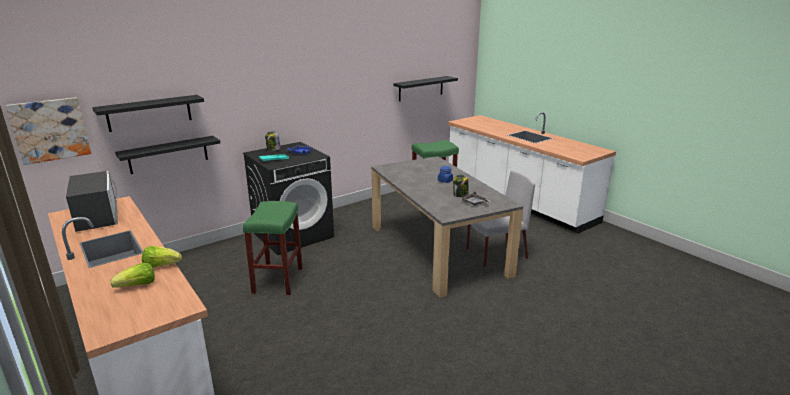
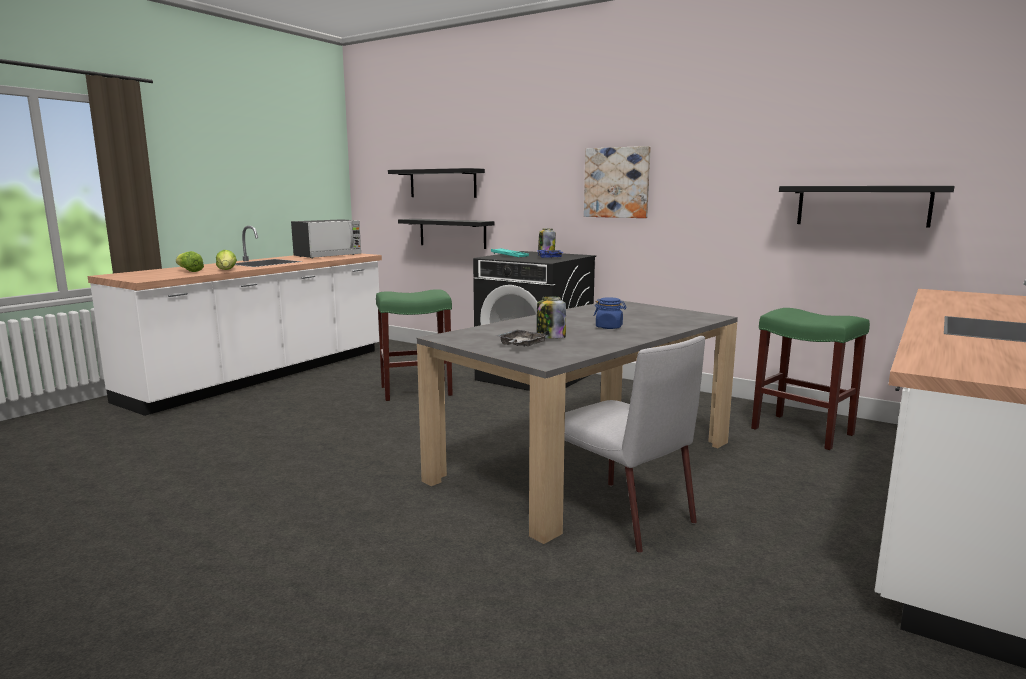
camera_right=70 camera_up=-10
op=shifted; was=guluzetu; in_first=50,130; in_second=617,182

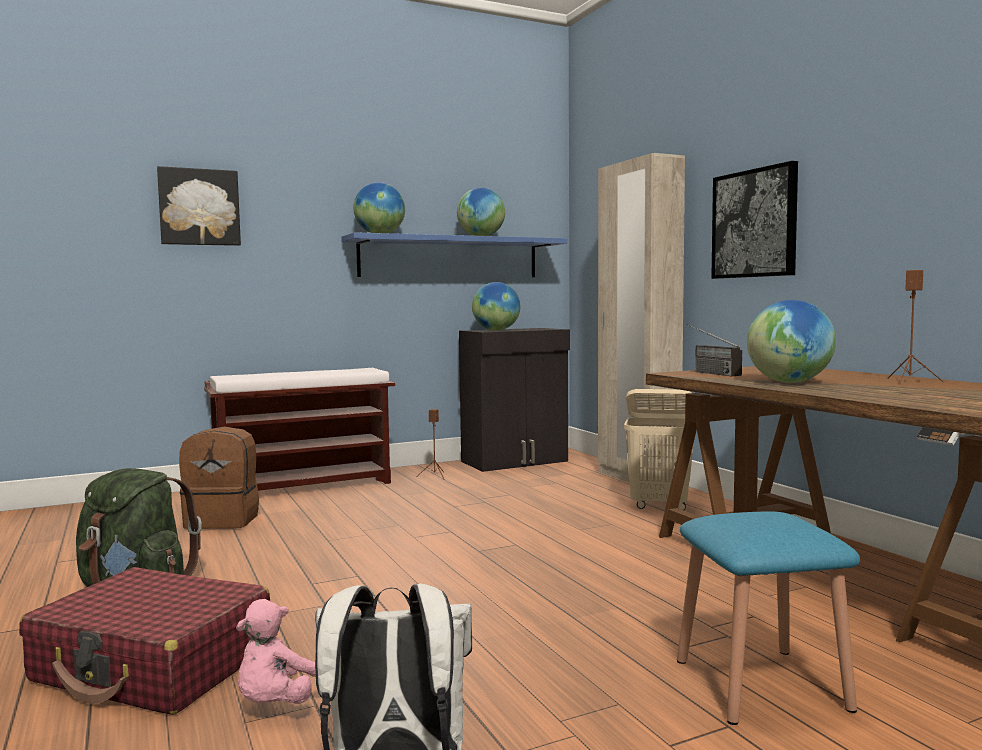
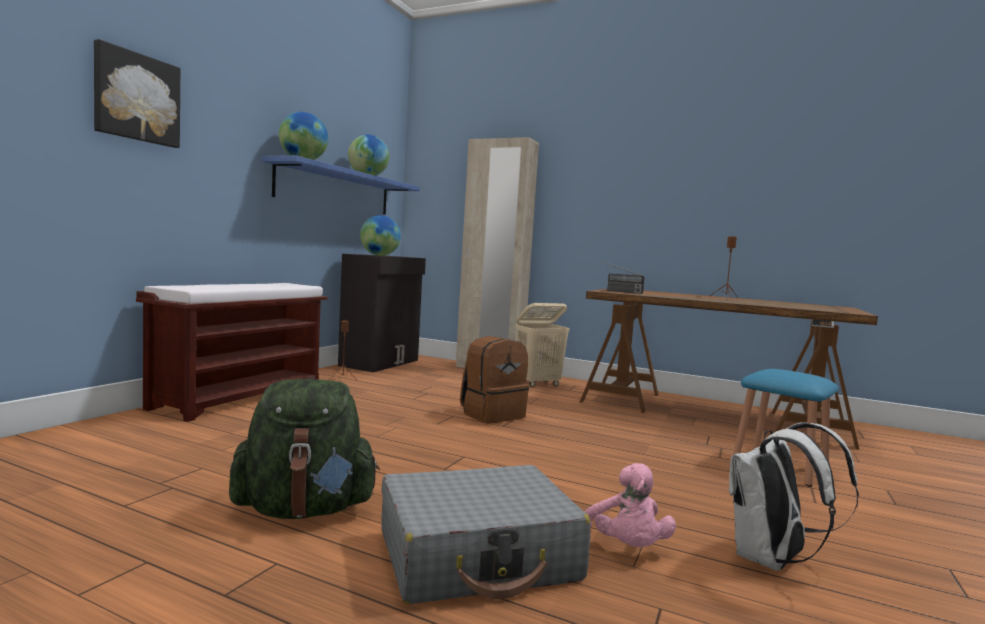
camera_right=-40 camera_up=0
op=repainted; was=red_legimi; now=grey_legimi; in_first=154,665; in_second=478,556
op=shifted; was=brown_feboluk; in_first=224,520; in_second=492,414
op=gone; was=guluzetu; in_first=754,224
op=gone; was=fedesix; in_first=790,382

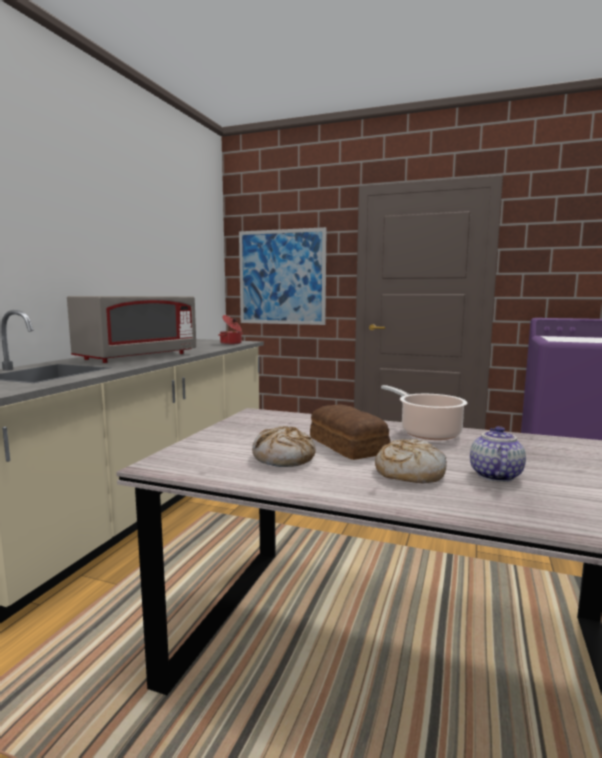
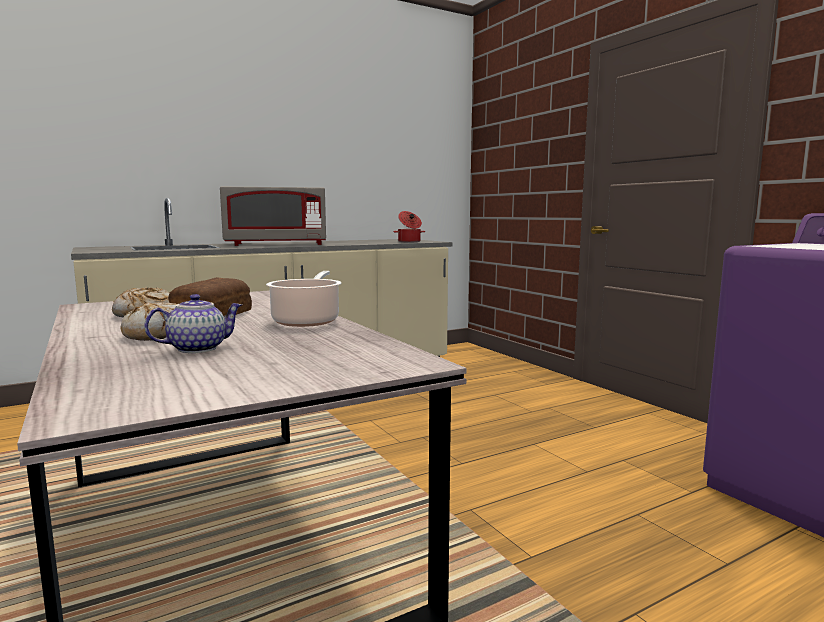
camera_right=40 camera_up=0
op=gone; was=guluzetu; in_first=281,277

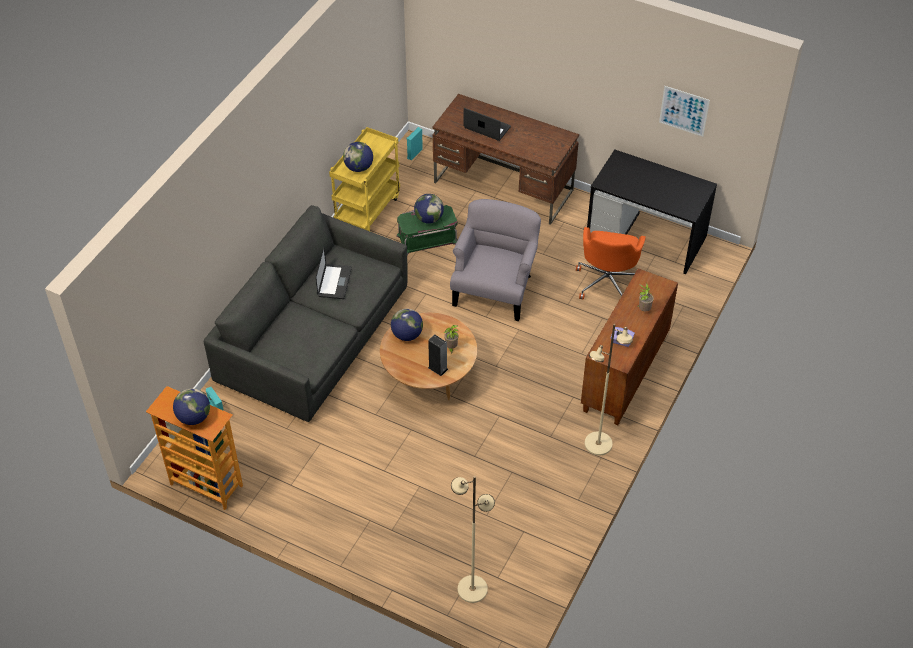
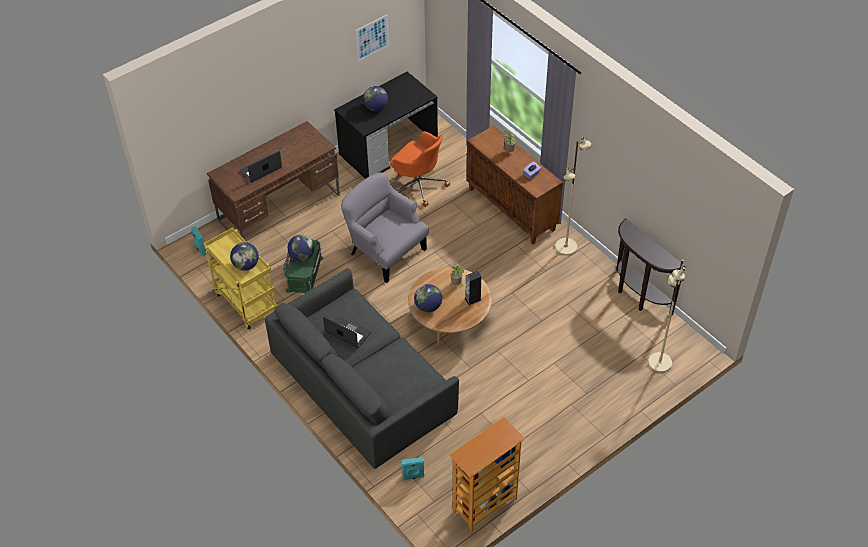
camera_right=-65 camera_up=0
op=shifted; was=fedesix; in_first=194,417; in_second=376,108
op=new; now=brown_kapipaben; in_second=637,296

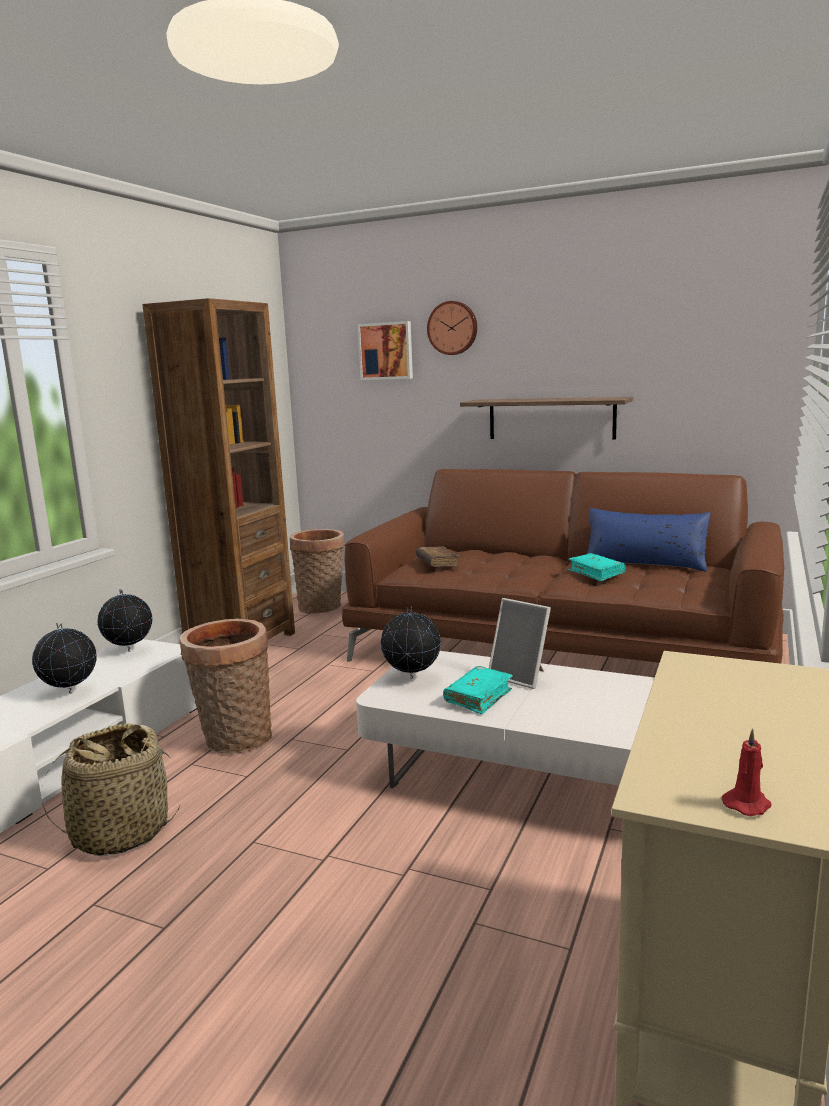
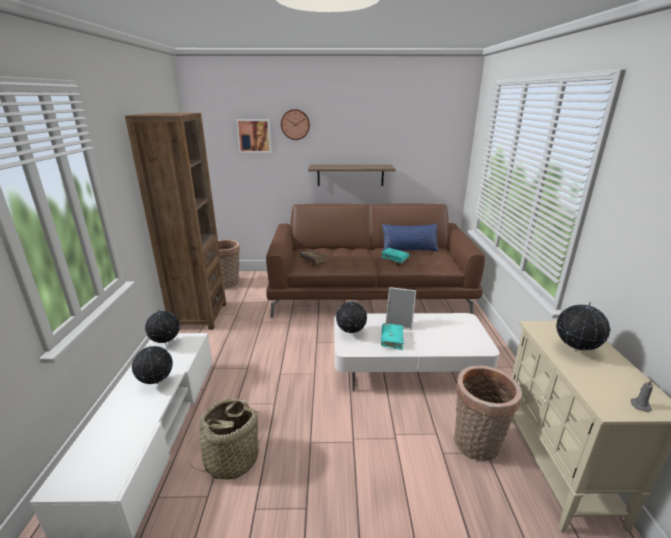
camera_right=-25 camera_up=10
op=shifted; was=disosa; in_first=235,741; in_second=476,446
op=new; now=fedesix; in_second=574,351
op=repainted; was=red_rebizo; now=grey_rebizo; in_first=747,804; in_second=639,405

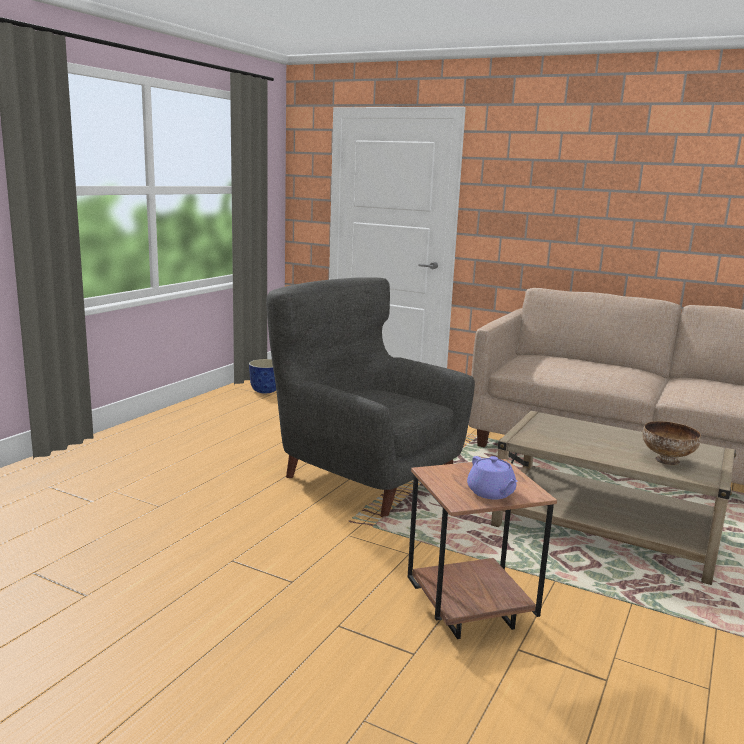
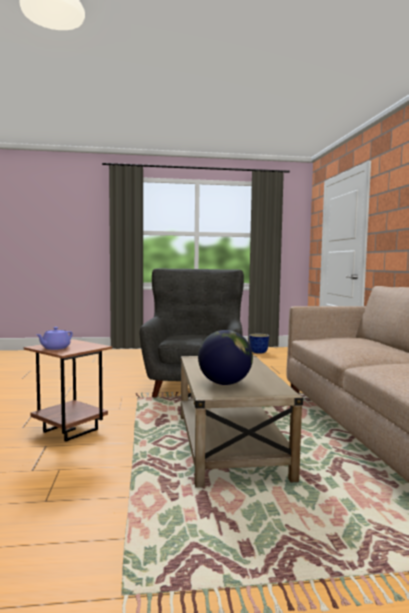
camera_right=55 camera_up=-10
op=swapped; was=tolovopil; now=fedesix; in_first=666,460; in_second=224,383

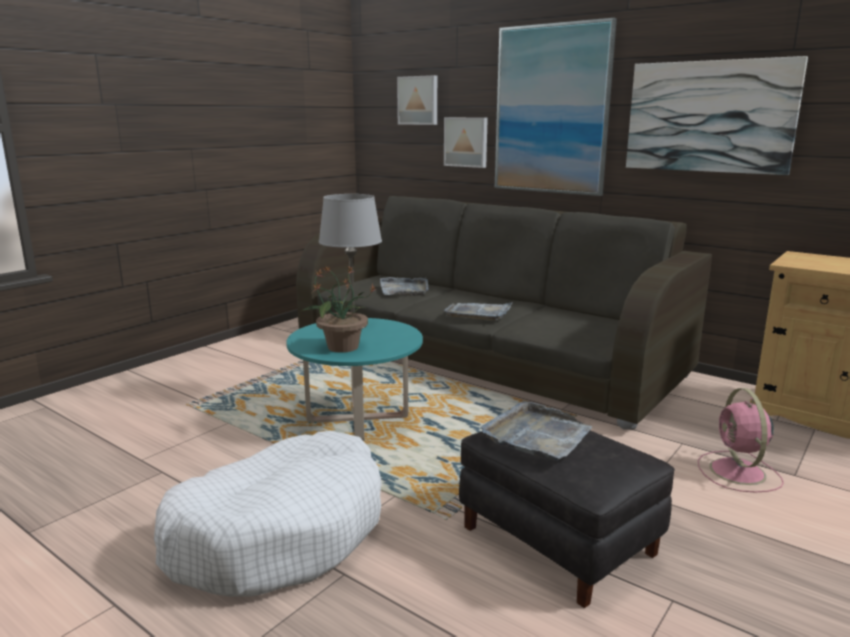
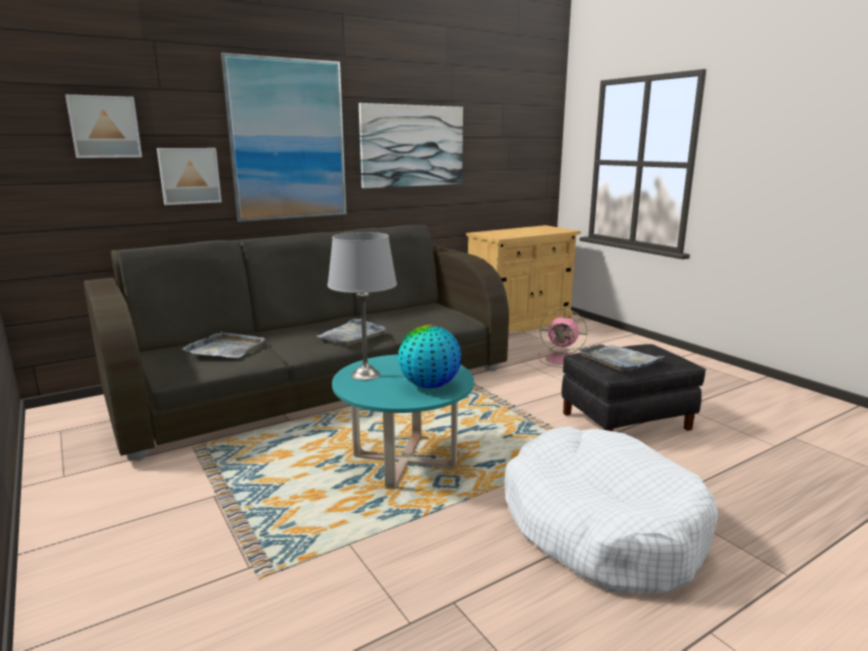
camera_right=-70 camera_up=0
op=swapped; was=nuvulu; now=fedesix; in_first=341,347; in_second=429,385

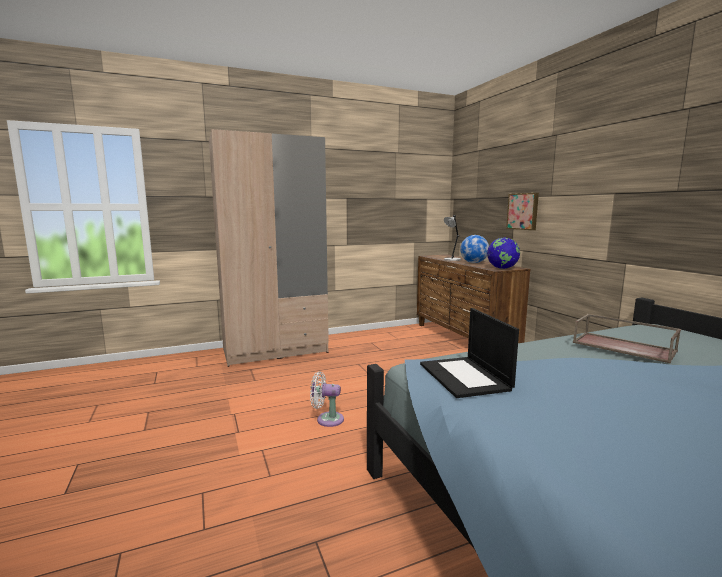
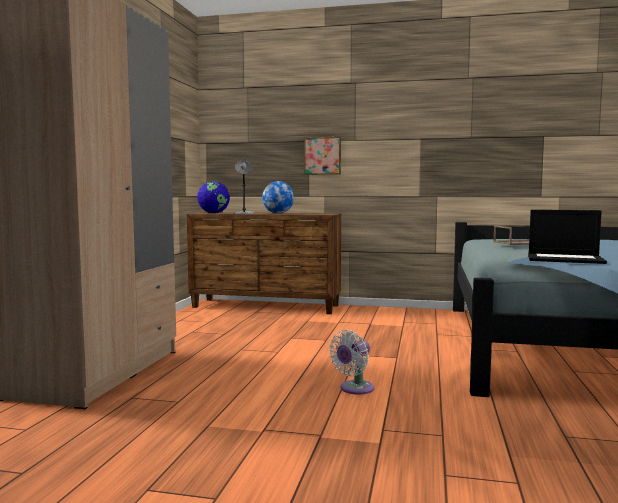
camera_right=-55 camera_up=-5
op=shifted; was=fedesix; in_first=502,268; in_second=214,213

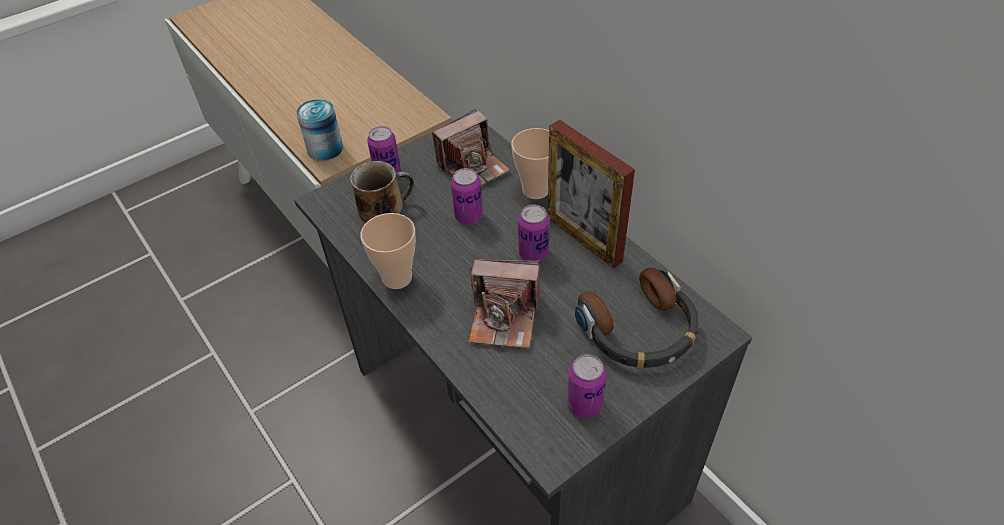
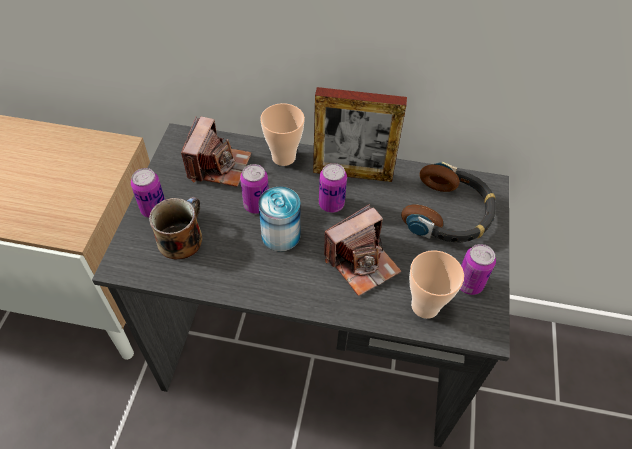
camera_right=-45 camera_up=5
op=shifted; was=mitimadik; in_first=325,149; in_second=281,235
op=shifted; was=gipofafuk; in_first=397,278; in_second=425,306

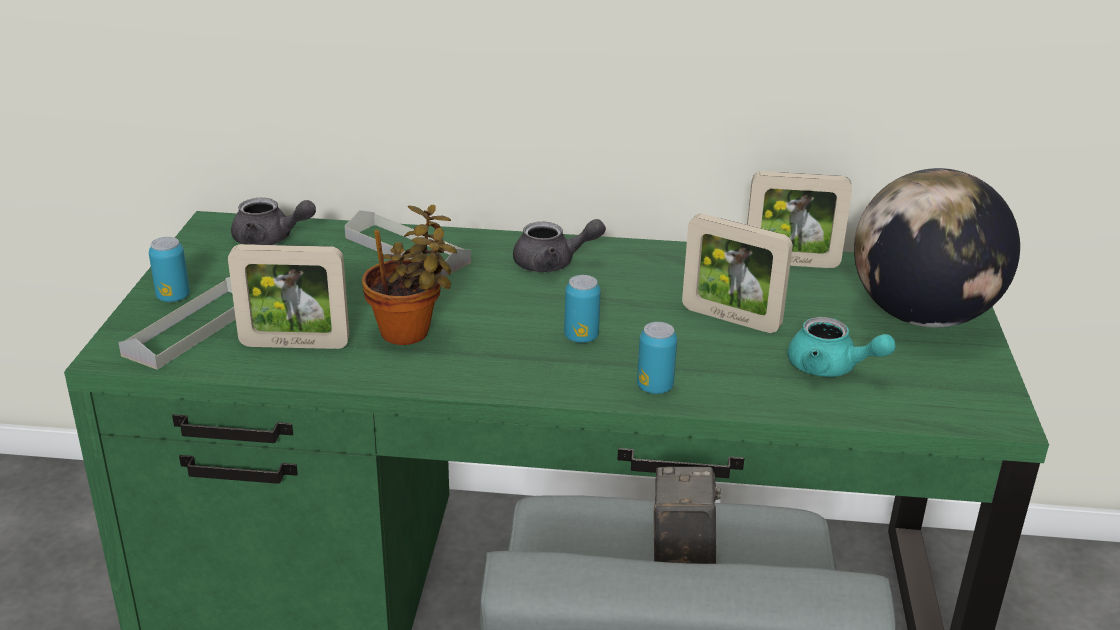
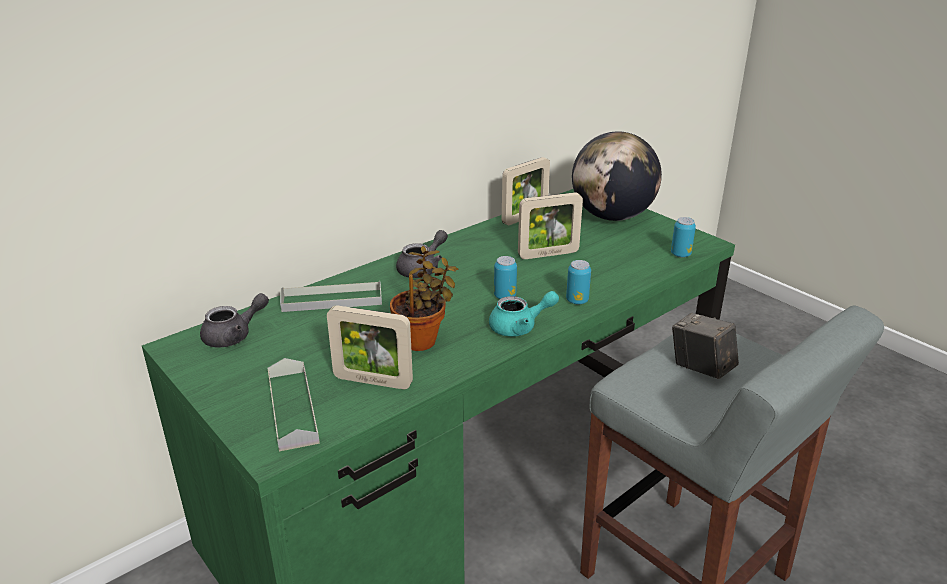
camera_right=-45 camera_up=0
op=rotated; was=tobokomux; in_first=294,344; in_second=373,381; clockwise=60
op=shifted; was=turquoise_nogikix; in_first=830,368; in_second=519,327
op=shifted; was=mitimadik; in_first=173,297; in_second=680,254

